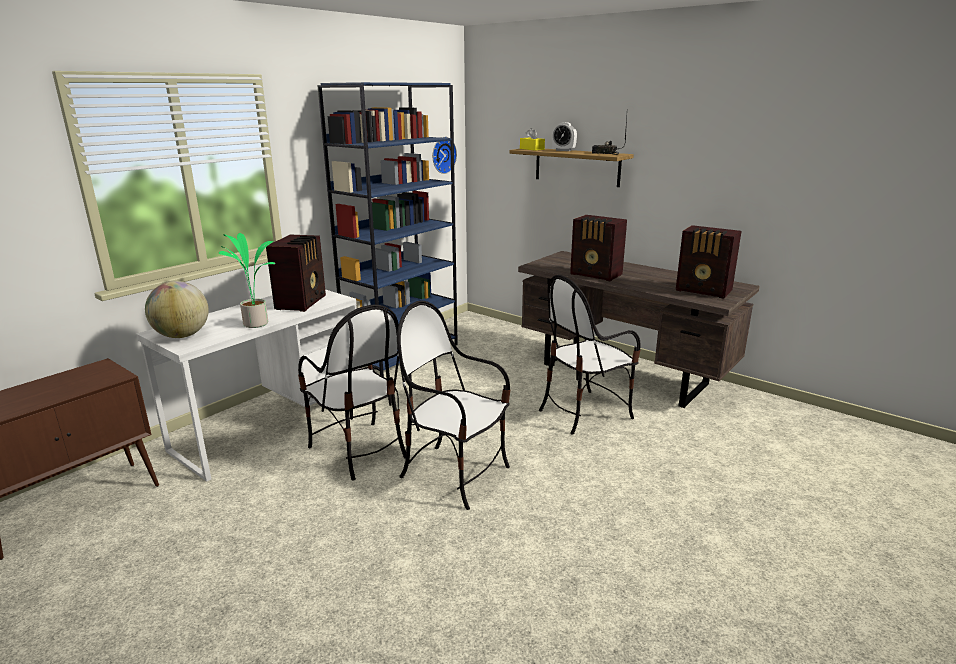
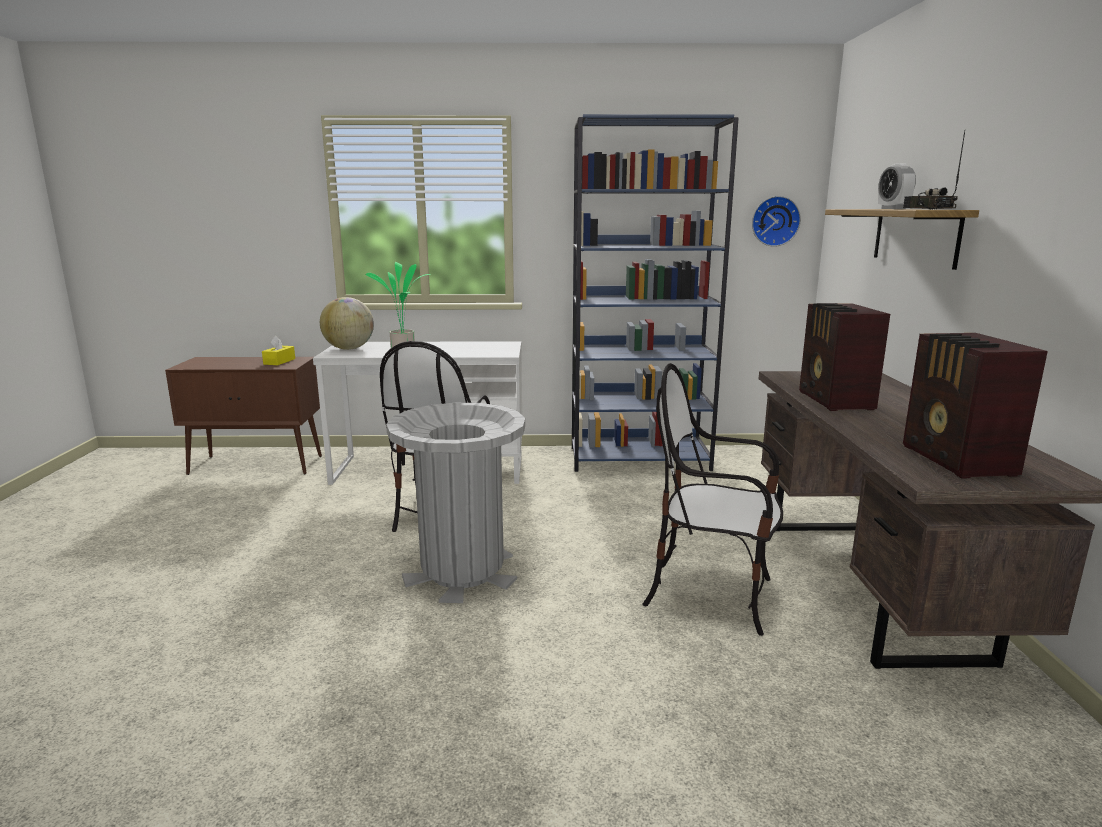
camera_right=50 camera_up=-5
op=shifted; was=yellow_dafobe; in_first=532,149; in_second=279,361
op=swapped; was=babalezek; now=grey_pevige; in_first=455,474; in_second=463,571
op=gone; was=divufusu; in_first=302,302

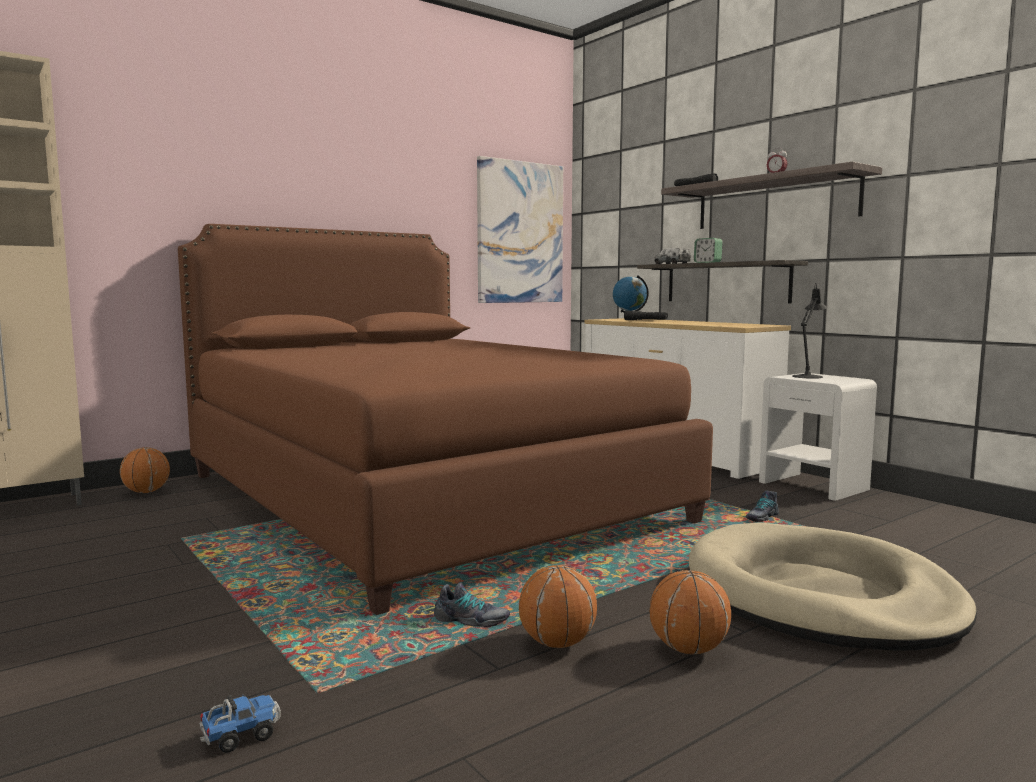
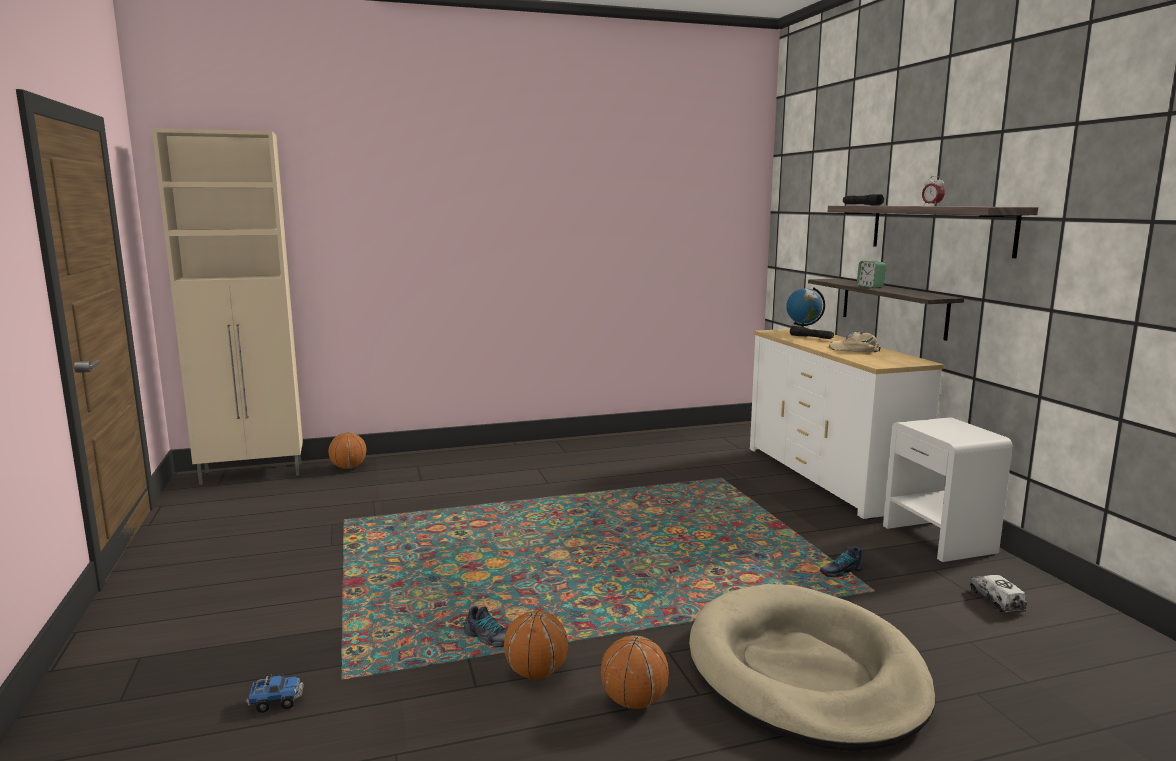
camera_right=20 camera_up=5
op=new; now=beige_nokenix; in_second=854,349
op=shifted; was=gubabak; in_first=672,264; in_second=996,601
op=gone; was=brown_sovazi; in_first=421,497
op=gone; was=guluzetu; in_first=520,233
op=gone; was=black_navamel; in_first=808,376

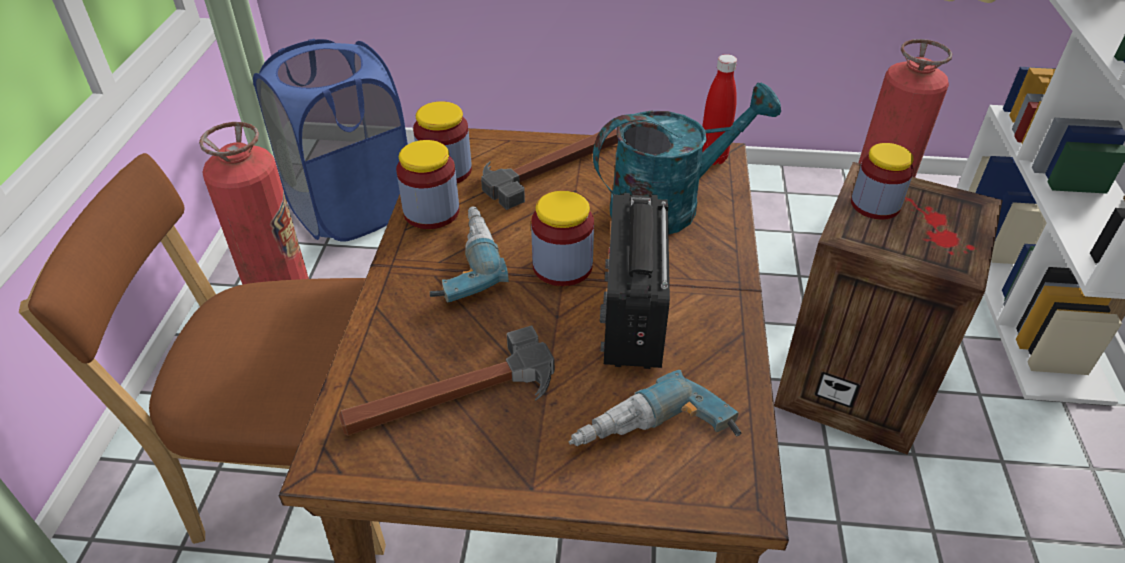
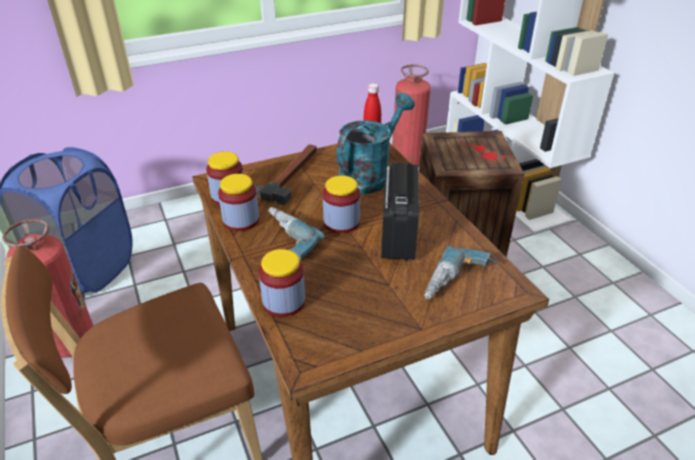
camera_right=-30 camera_up=-5
op=shifted; was=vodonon; in_first=875,205; in_second=284,302
op=rotated; was=divufusu; in_first=633,315; in_second=398,232; clockwise=-150
op=gone; was=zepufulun; in_first=451,397

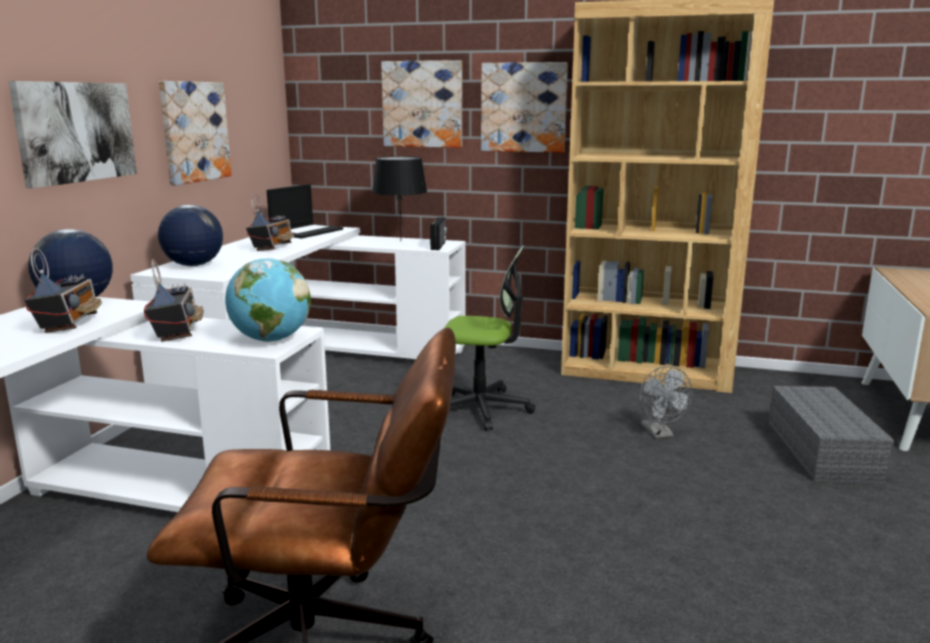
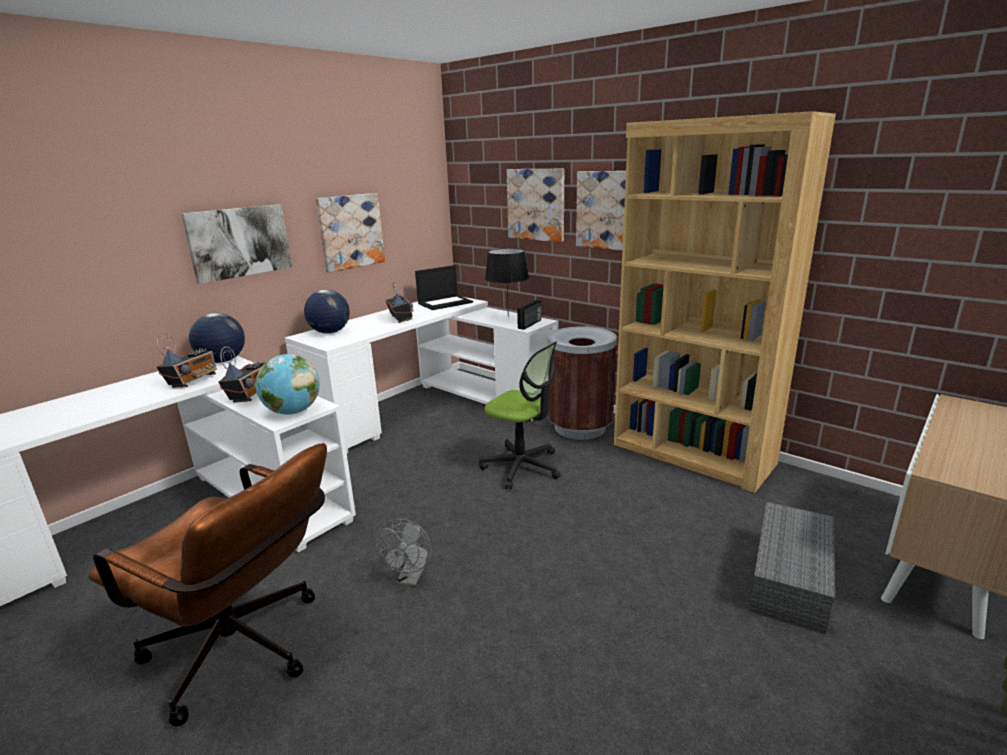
camera_right=25 camera_up=5
op=shifted; was=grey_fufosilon; in_first=660,433; in_second=410,578
op=rotated; was=divufusu; in_first=272,247; in_second=400,318; clockwise=-60
op=new; now=brown_pevige; in_second=580,427

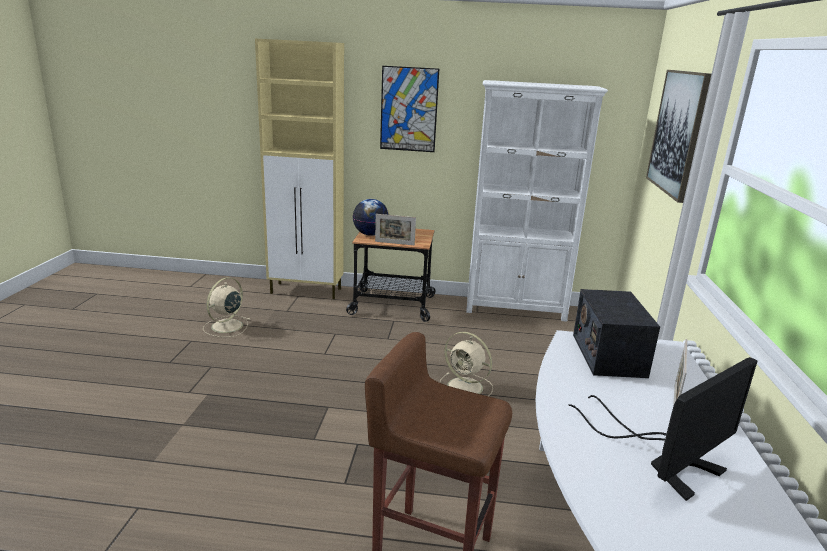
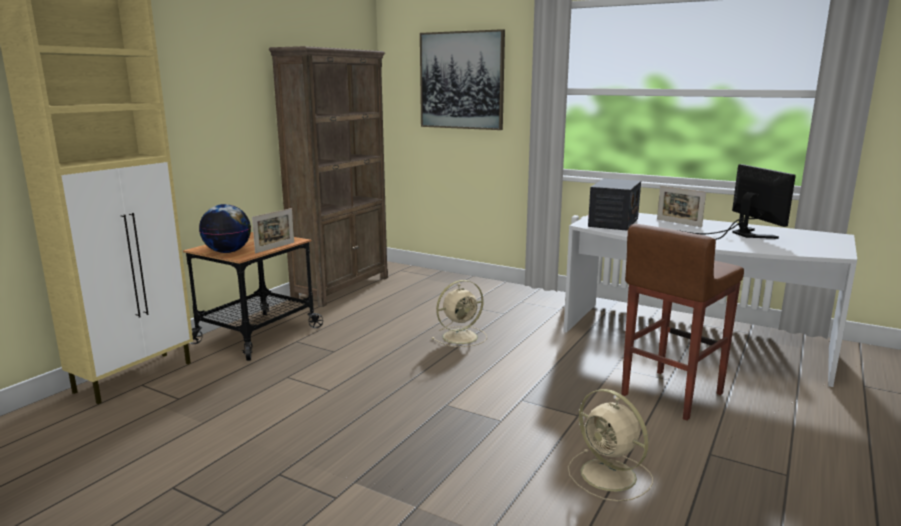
camera_right=-65 camera_up=-5
op=repainted; was=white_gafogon; now=brown_gafogon; in_first=516,309; in_second=342,288
op=shifted; was=beige_fufosilon; in_first=226,326; in_second=610,476
op=rotated; was=divufusu; in_first=608,355; in_second=613,222; clockwise=-90
op=gone; was=guluzetu; in_first=409,109

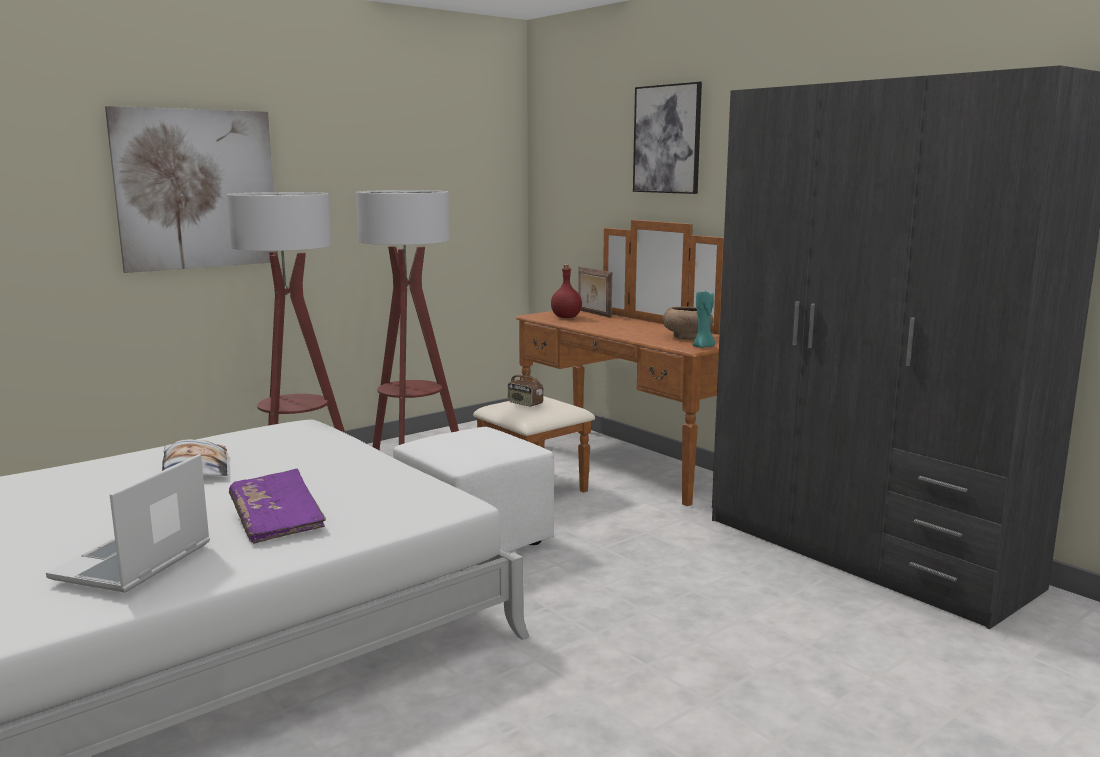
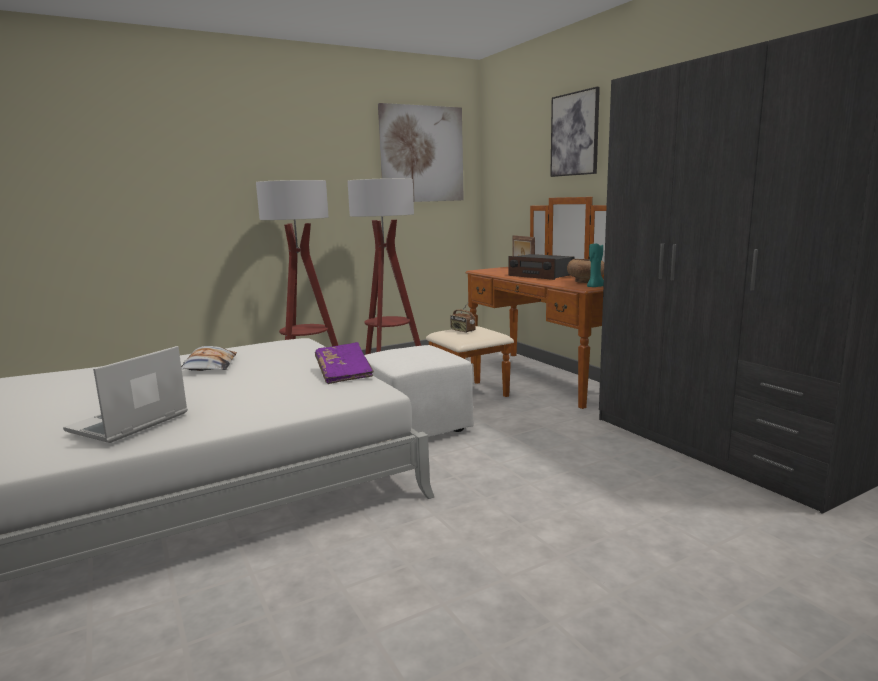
camera_right=10 camera_up=0
op=shifted; was=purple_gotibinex; in_first=277,521; in_second=344,373
op=shifted; was=guluzetu; in_first=197,189; in_second=422,154
op=new; now=divufusu; in_second=540,275
op=gone; was=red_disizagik; in_first=565,317

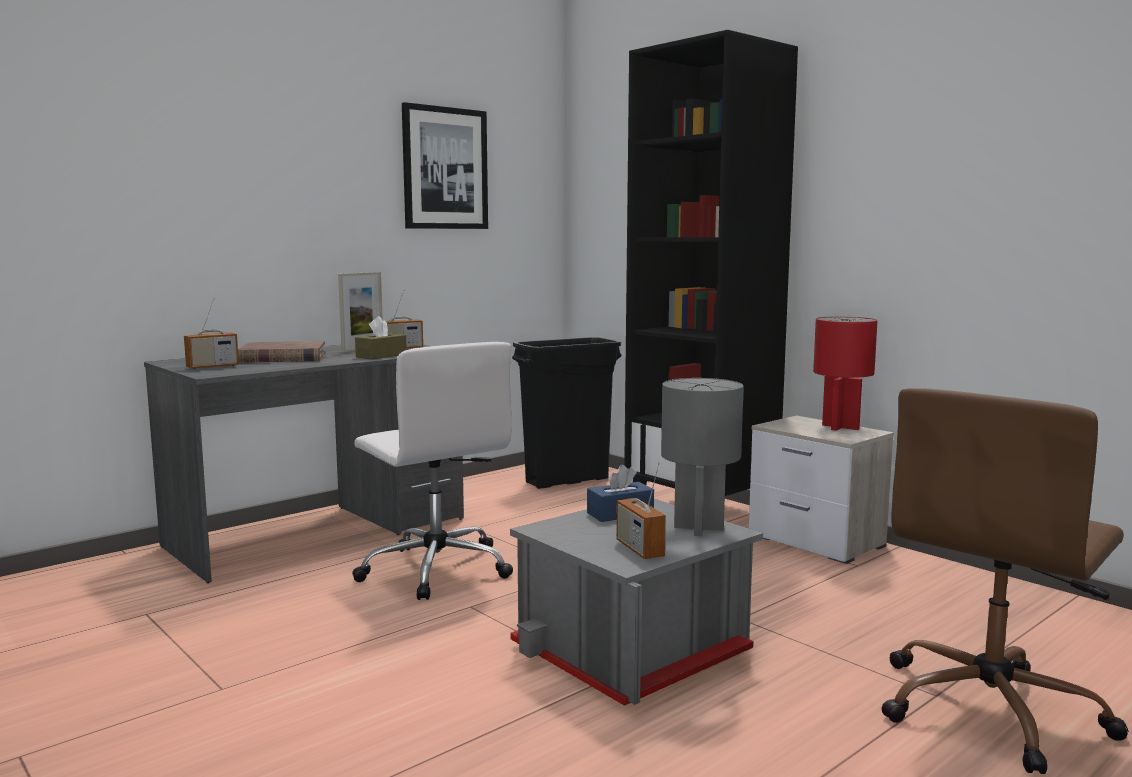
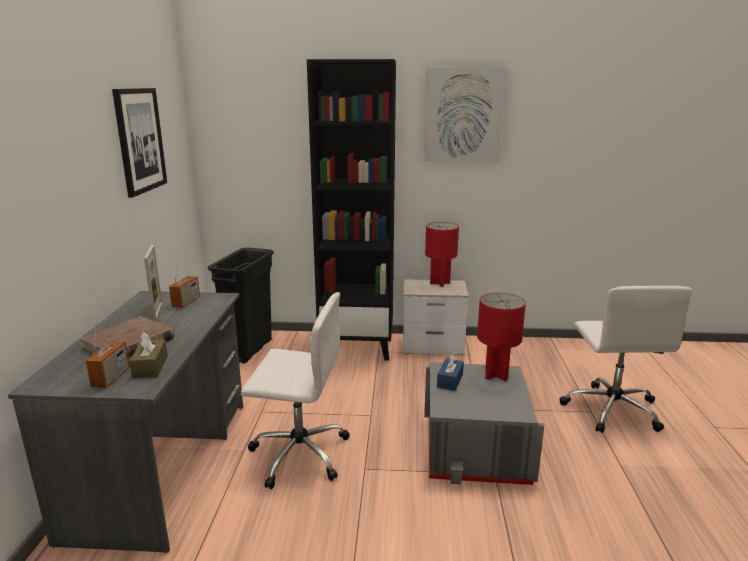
camera_right=-45 camera_up=10
op=shifted; was=brown_dafobe; in_first=381,356; in_second=150,367
op=new; now=guluzetu; in_second=463,115
op=repainted; was=grey_navamel; now=red_navamel; in_first=698,528; in_second=496,375
op=repainted; was=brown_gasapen; now=white_gasapen; in_first=991,710; in_second=611,409
op=gone; was=divufusu; in_first=639,549

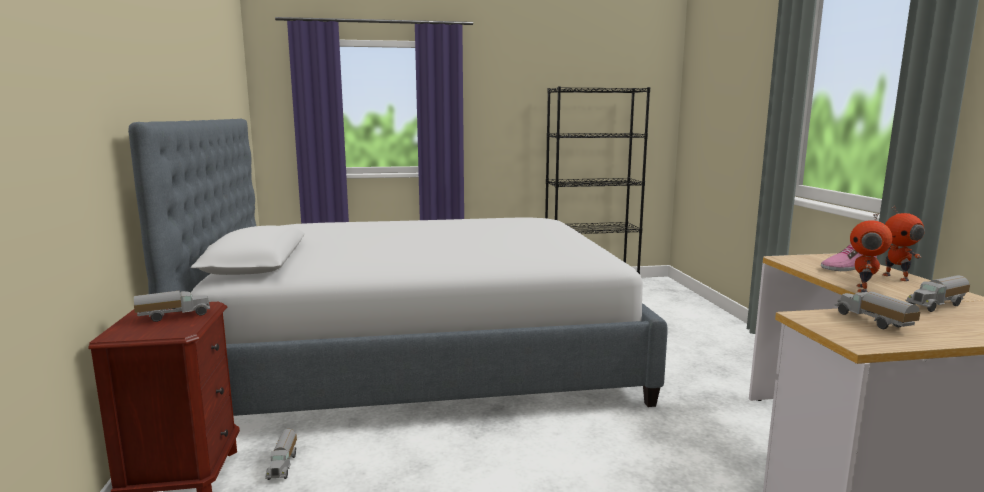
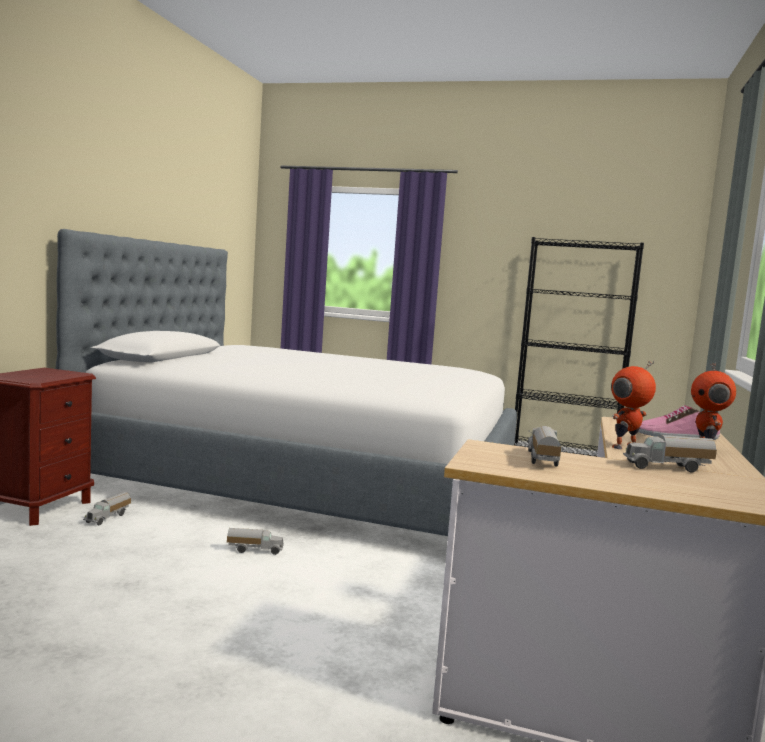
camera_right=25 camera_up=-5
op=shifted; was=gubabak; in_first=174,316; in_second=255,550

